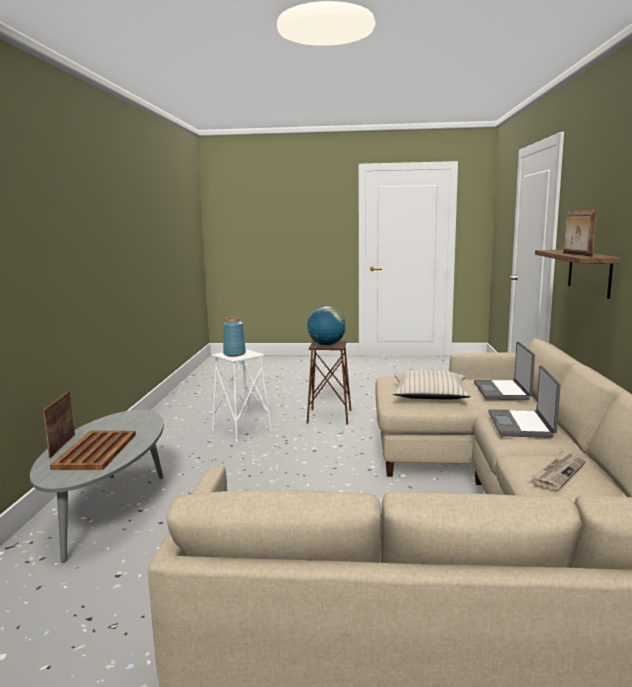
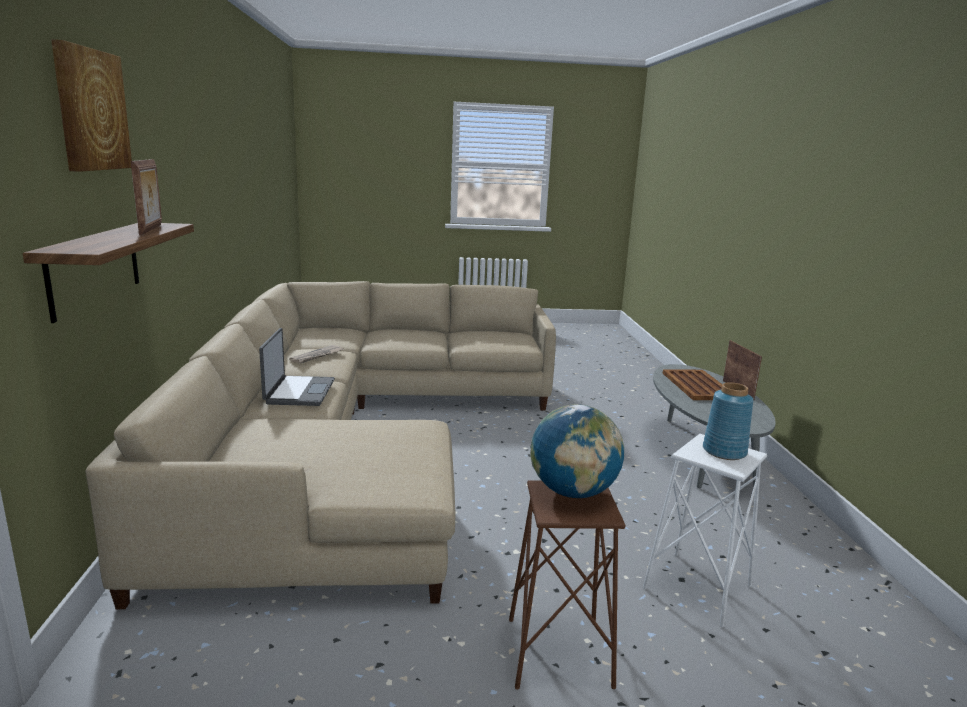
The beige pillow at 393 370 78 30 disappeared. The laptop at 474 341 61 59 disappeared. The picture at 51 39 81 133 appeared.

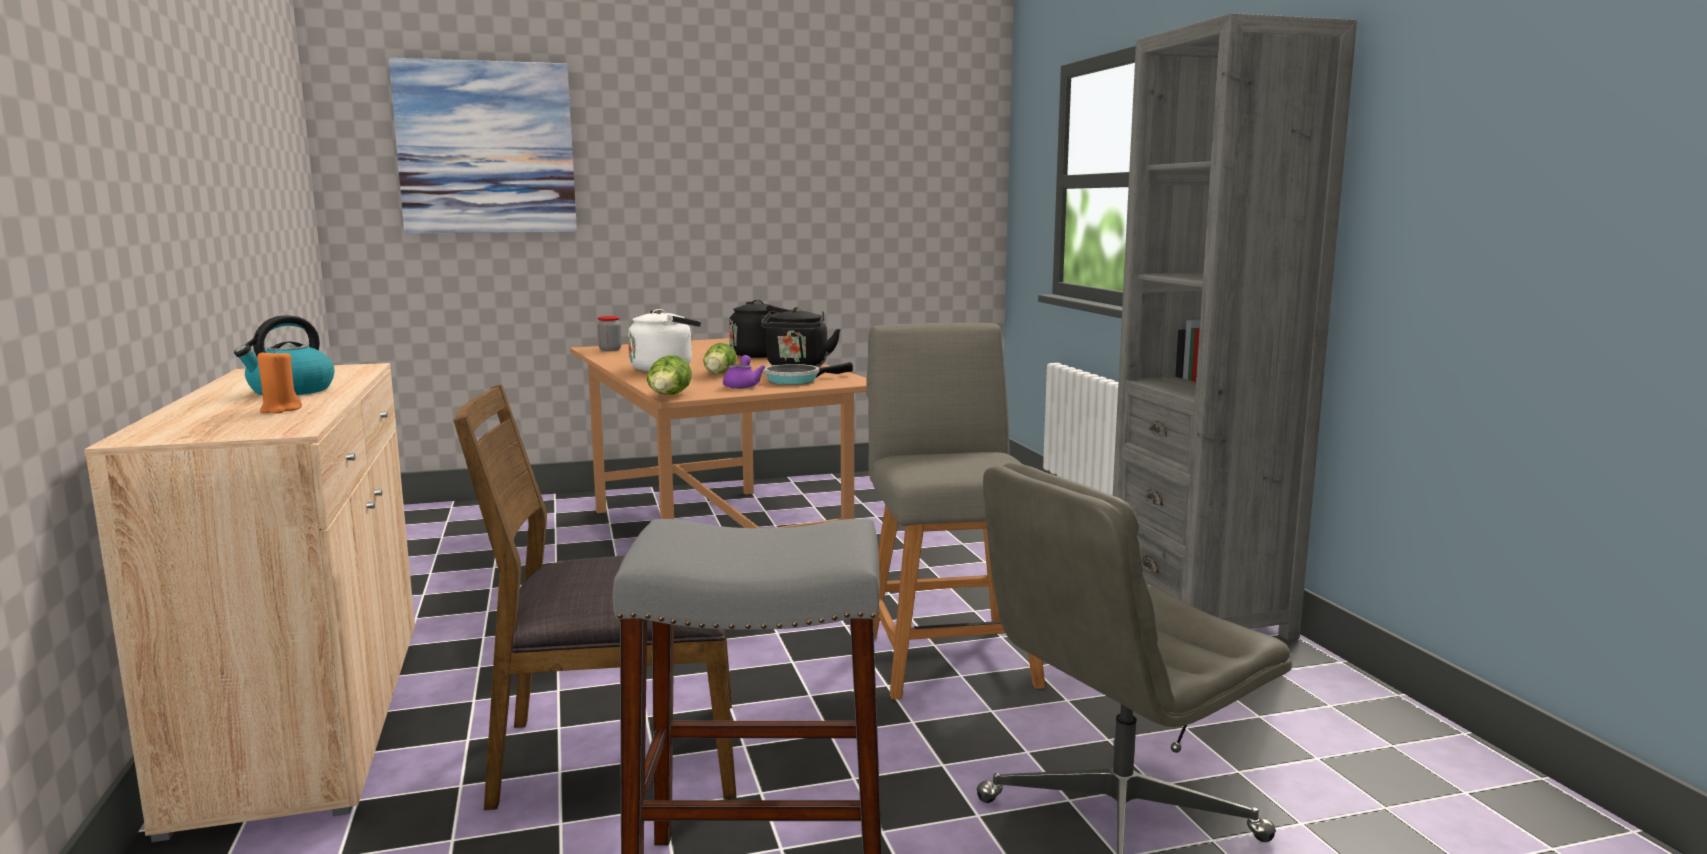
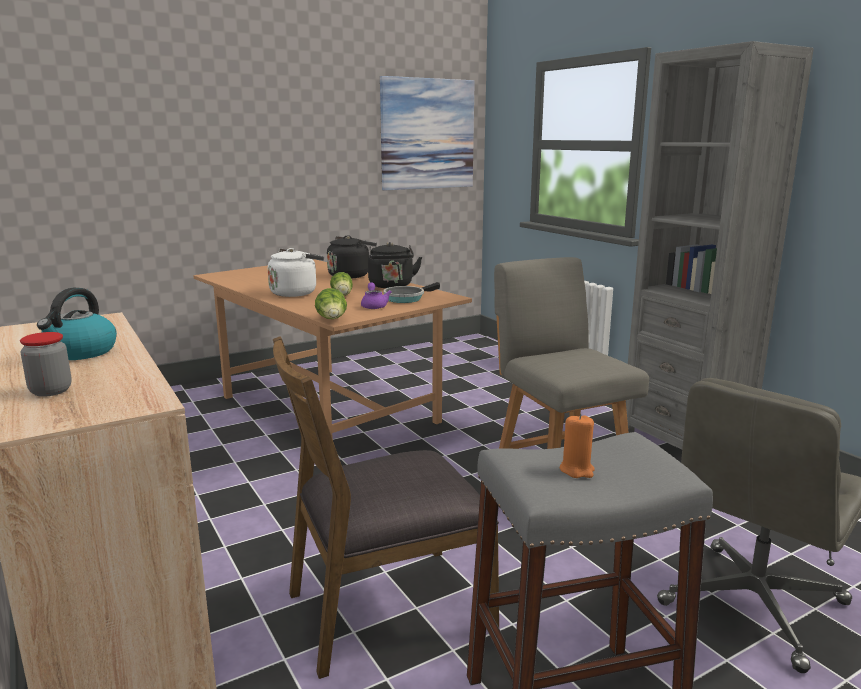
The orange candle moved from 257 348 45 66 to 560 414 35 64. The picture moved from 389 58 188 175 to 380 76 95 115. The jar moved from 597 316 25 35 to 20 332 52 65.

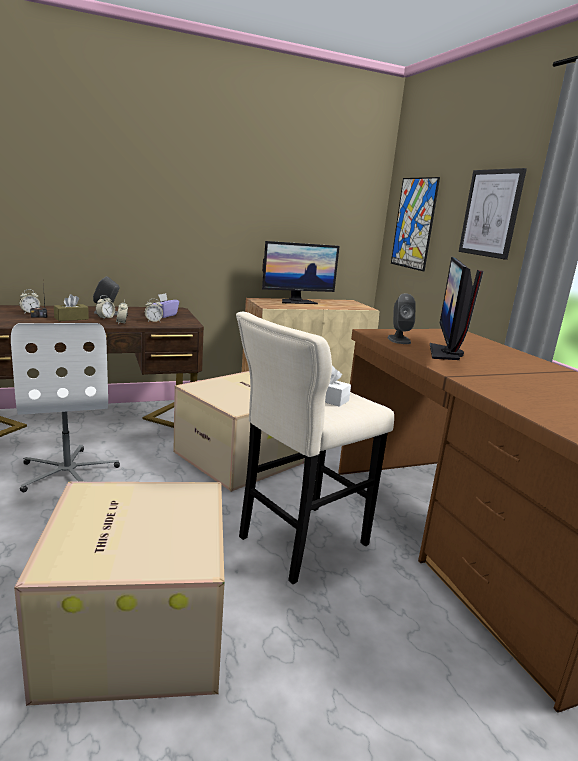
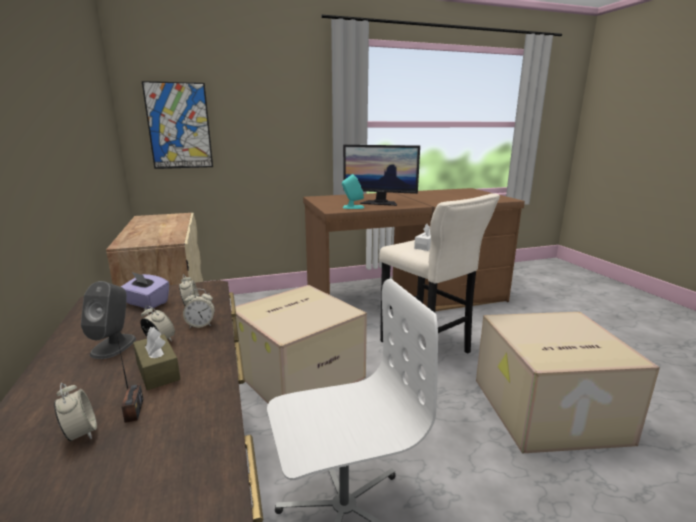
The monitor at 262 241 78 63 disappeared. The grey speaker at 387 293 29 51 became the turquoise speaker at 342 174 23 35. The picture at 459 168 68 92 disappeared.

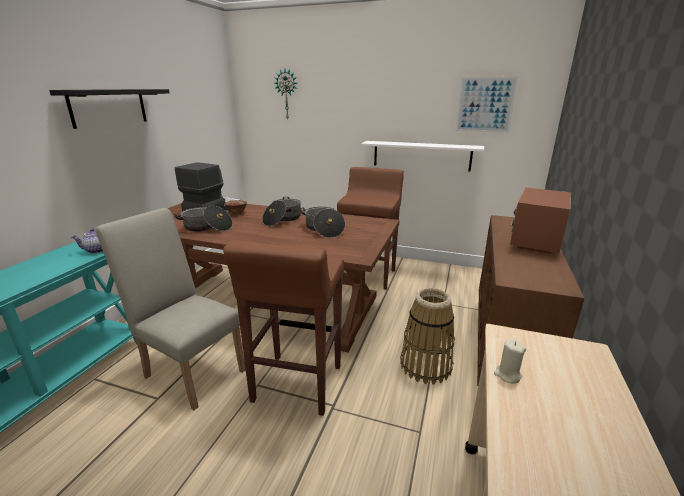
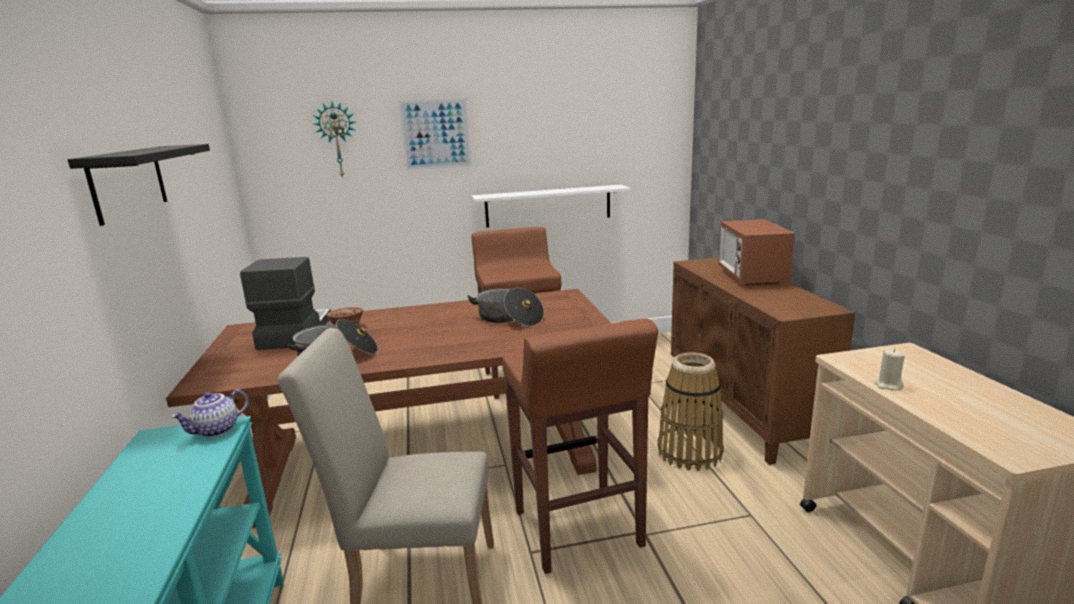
The cooking pot at 262 197 39 29 disappeared. The picture moved from 456 77 62 56 to 398 98 74 72.

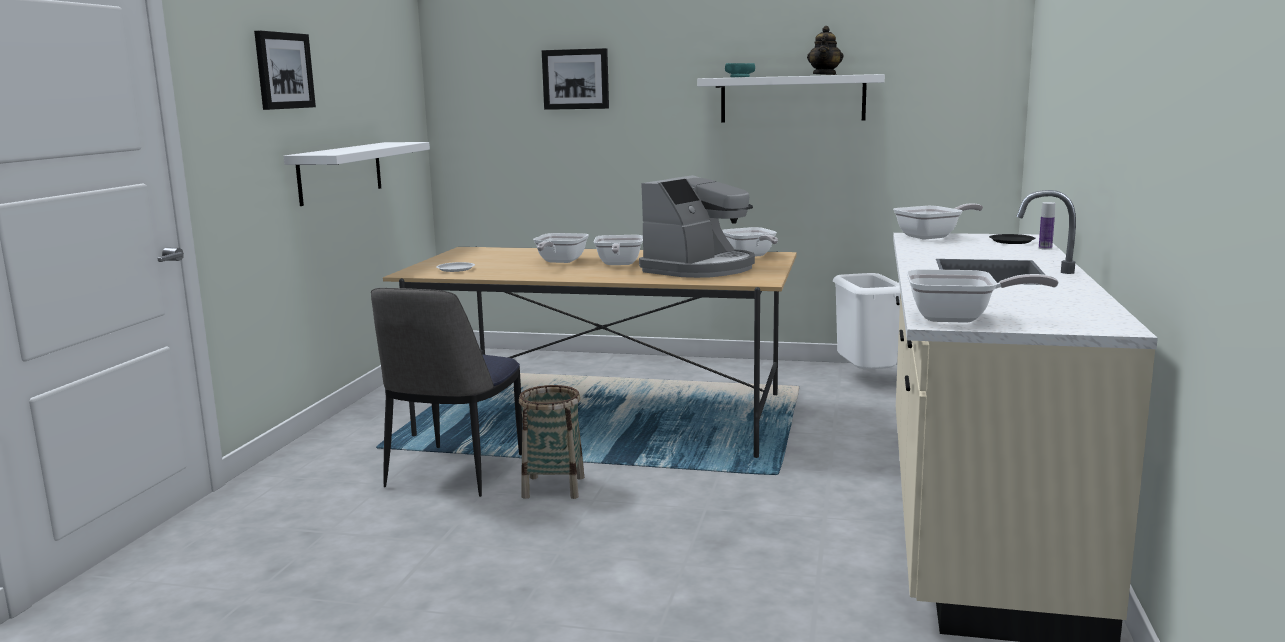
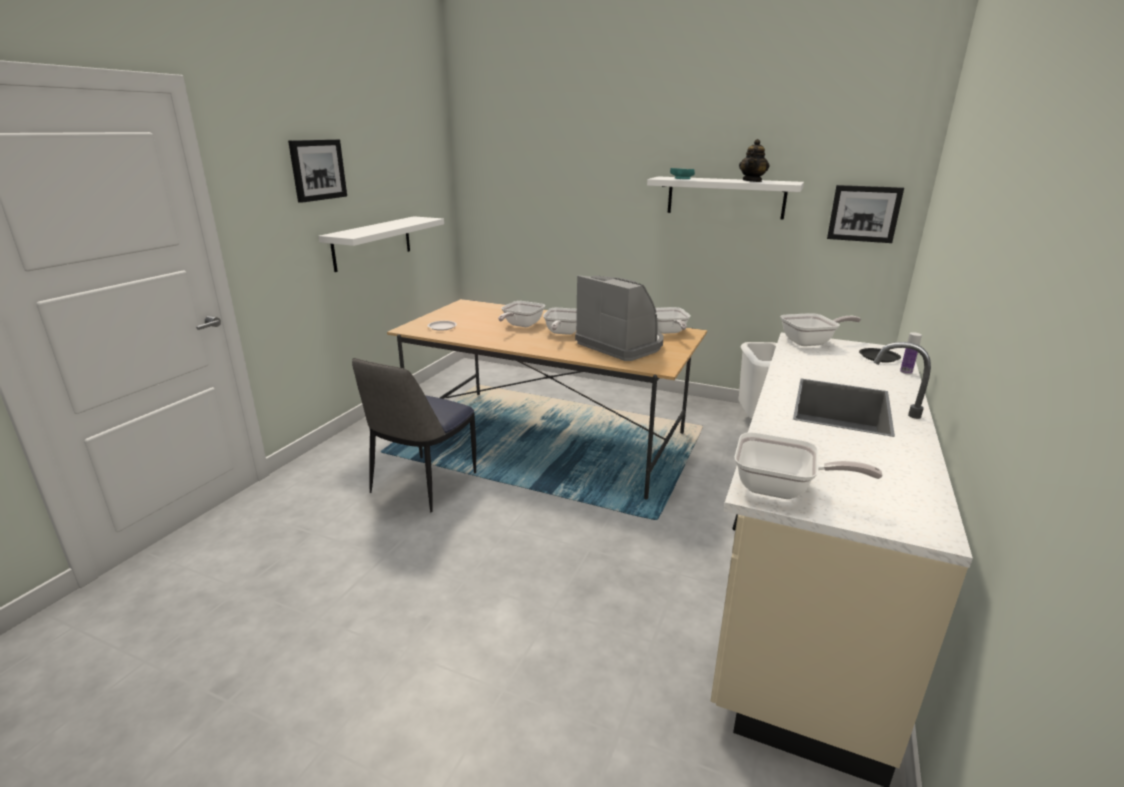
The basket at 519 385 65 114 disappeared. The picture moved from 542 48 67 62 to 827 185 77 58. The coffee machine at 639 175 116 103 turned 90 degrees counterclockwise.

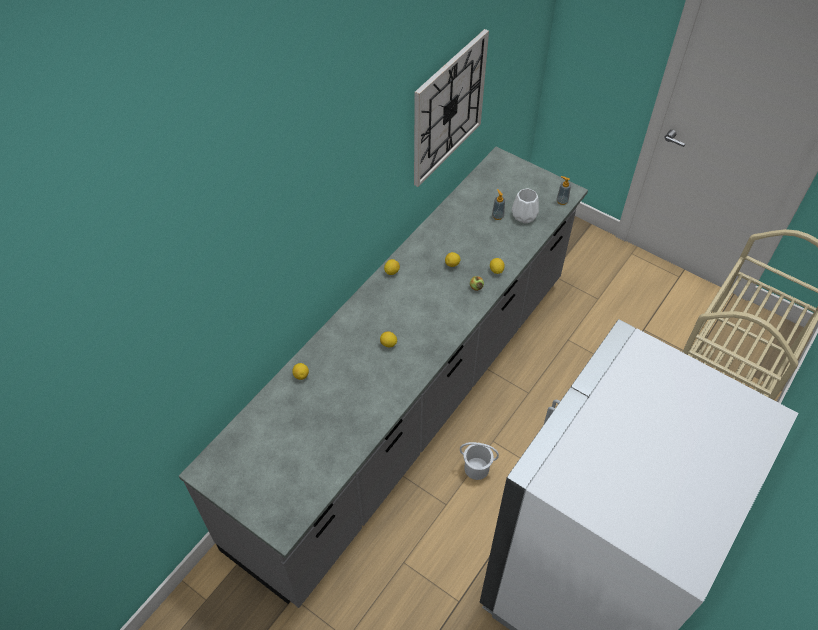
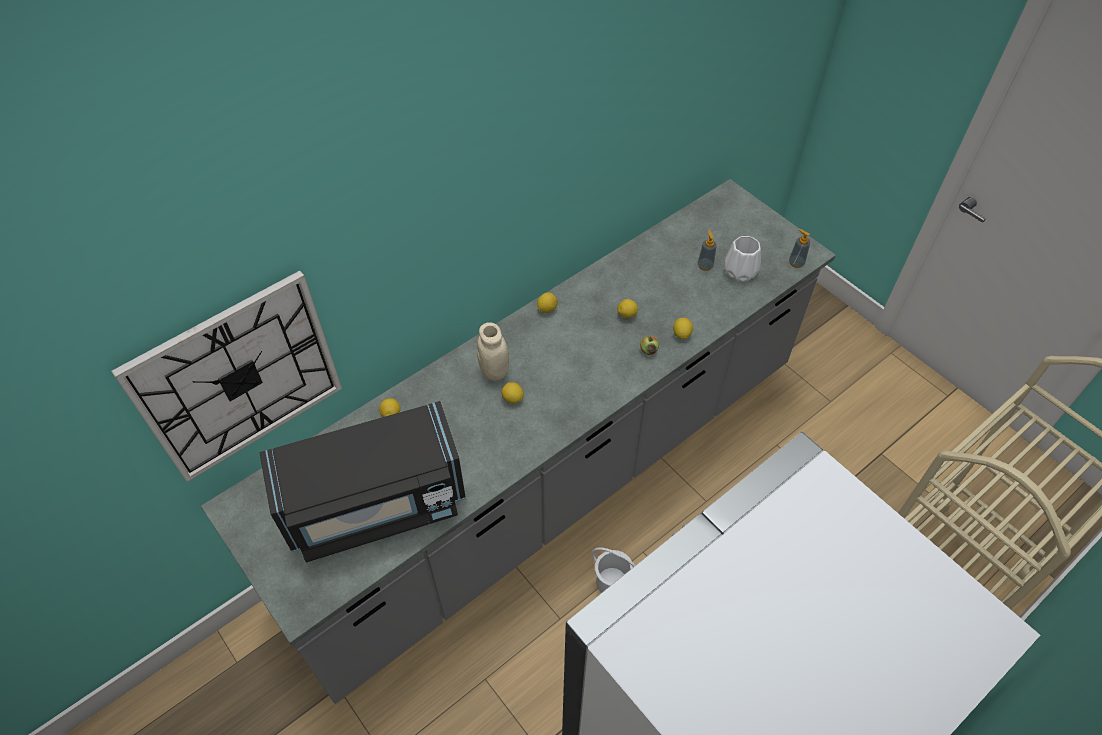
The wall clock moved from 414 29 75 158 to 111 270 231 212. The black microwave at 260 401 206 161 appeared. The beige jar at 477 322 32 59 appeared.

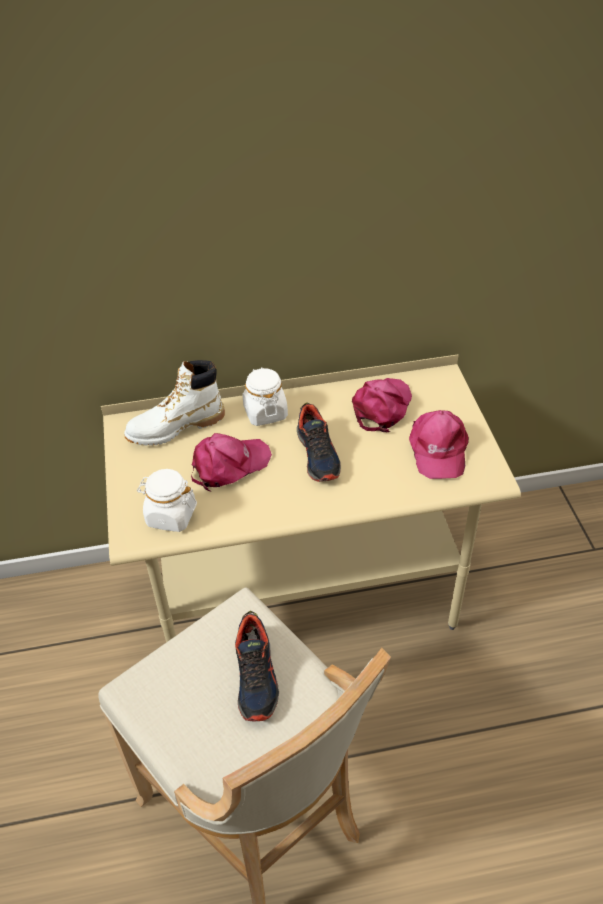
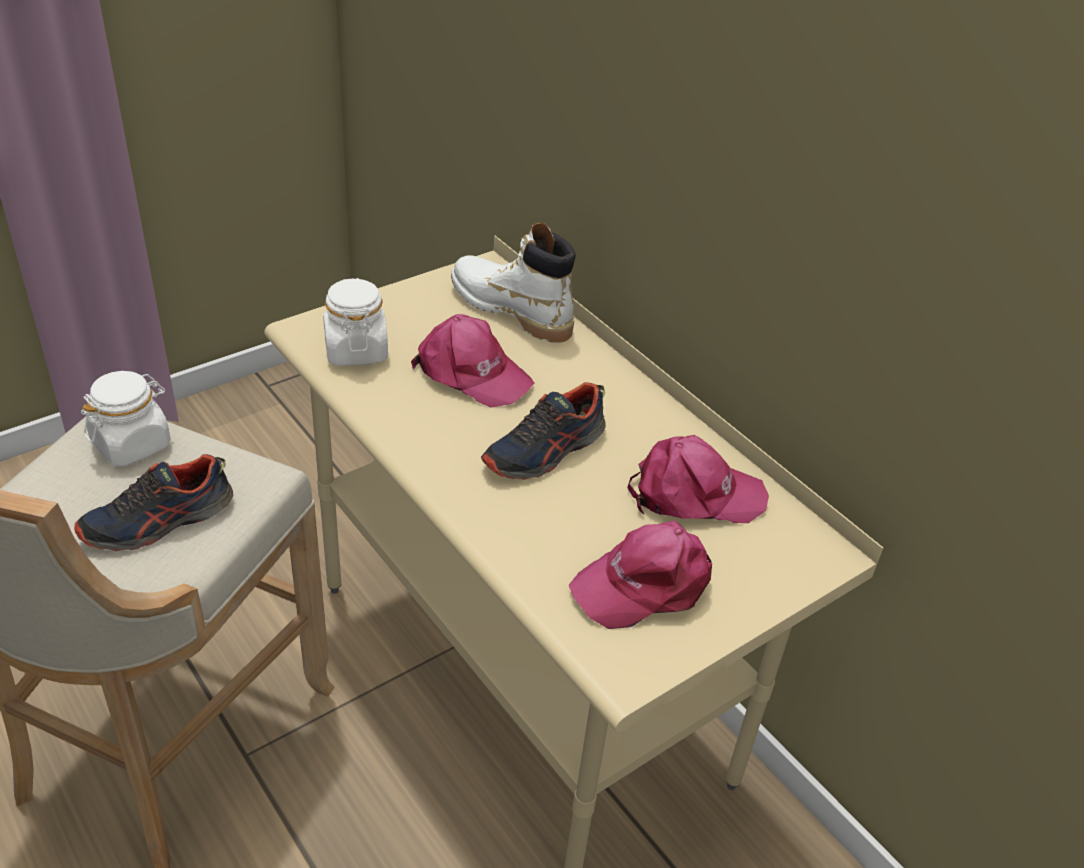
The white jar moved from 243 367 45 59 to 81 371 90 96.

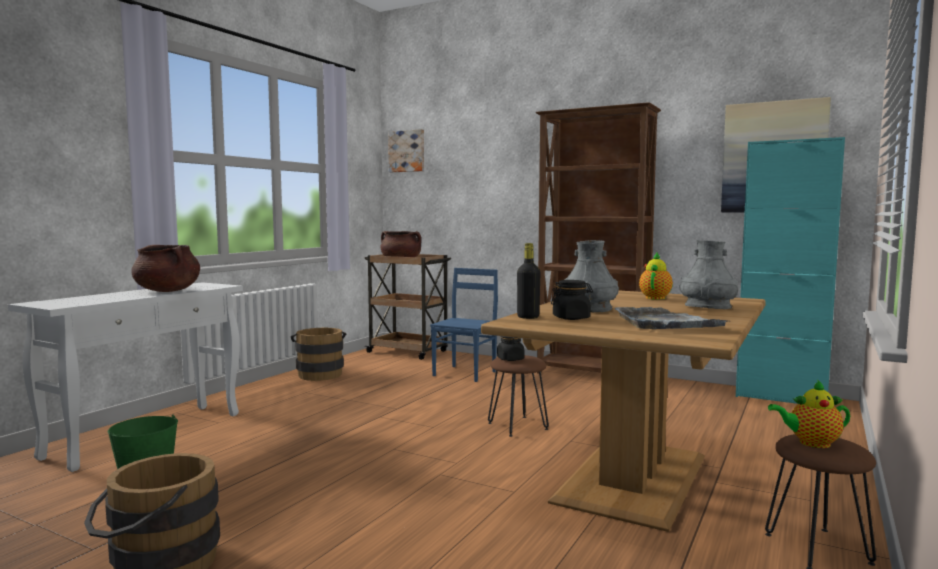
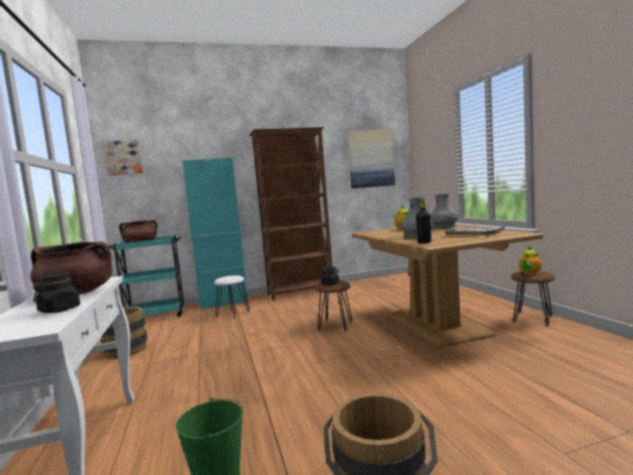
The brown cart at 364 254 87 106 became the turquoise cart at 108 235 76 82. The blue chair at 430 268 68 114 was replaced by the white stool at 214 275 36 44. The black jar moved from 551 280 42 40 to 33 273 47 40. The turquoise cabinet moved from 736 137 109 267 to 182 158 65 152.

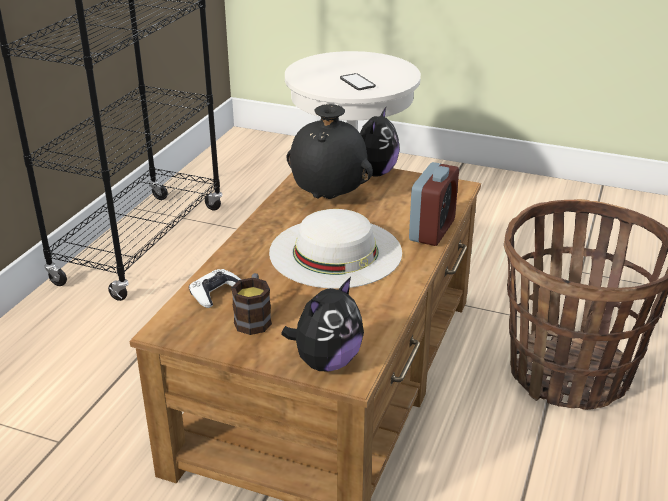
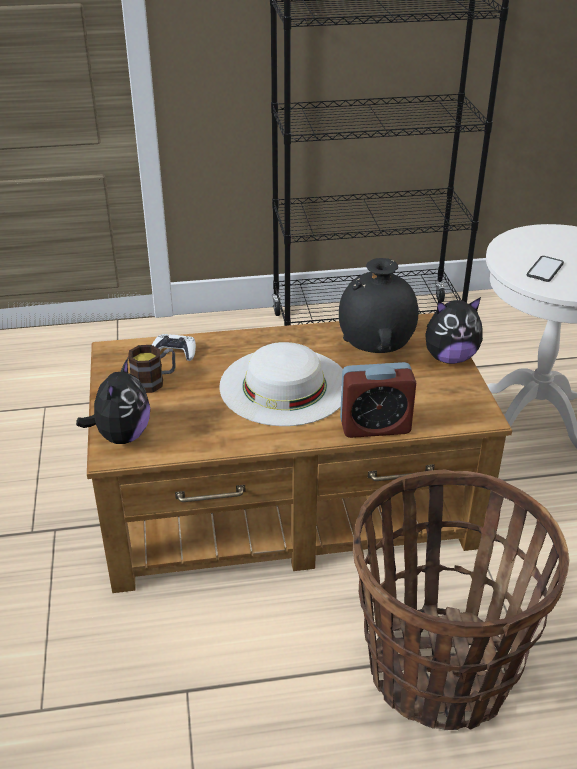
The plush toy at 282 277 82 95 turned 90 degrees counterclockwise.

